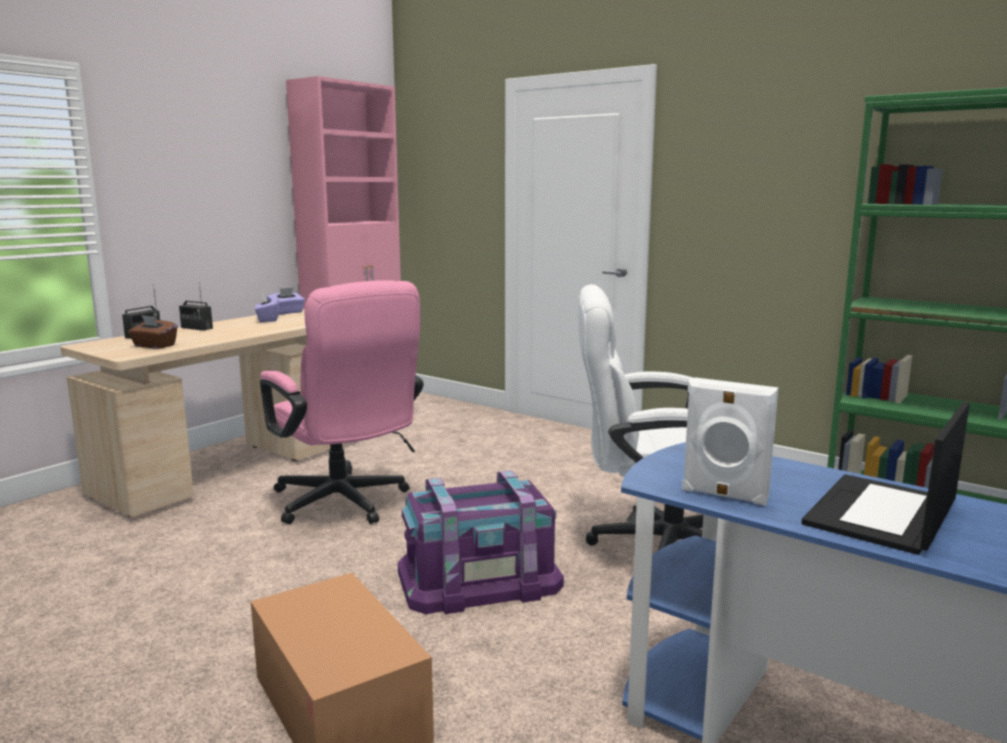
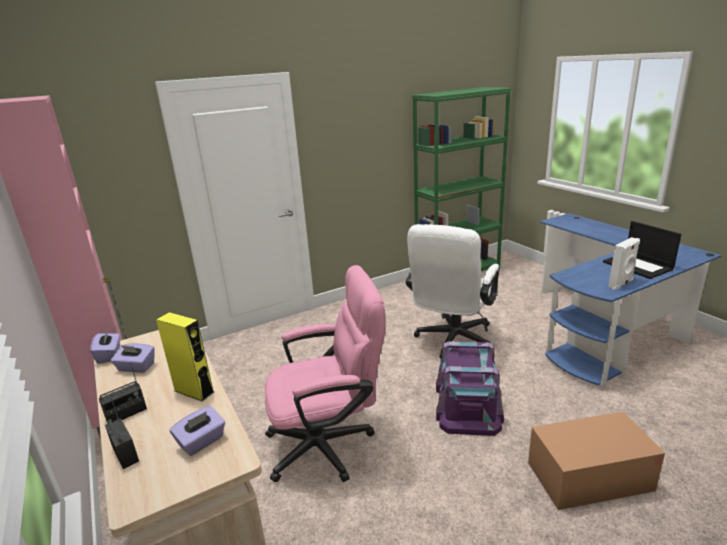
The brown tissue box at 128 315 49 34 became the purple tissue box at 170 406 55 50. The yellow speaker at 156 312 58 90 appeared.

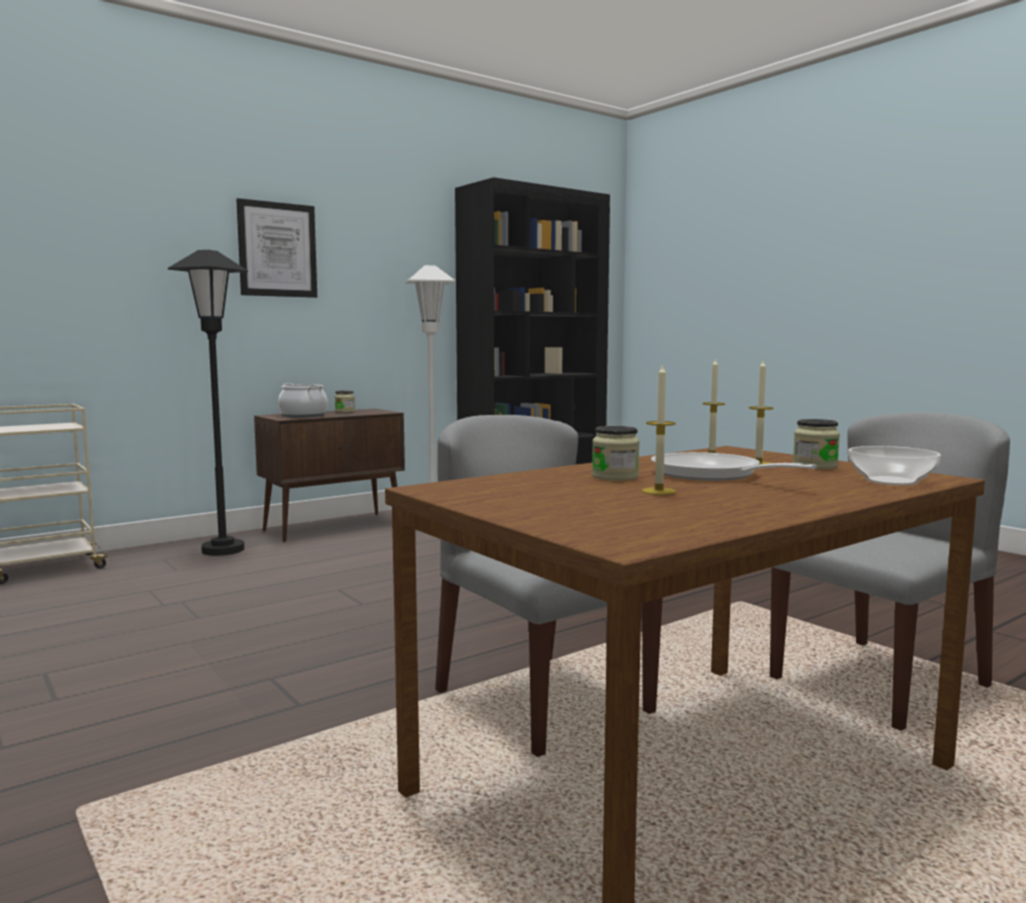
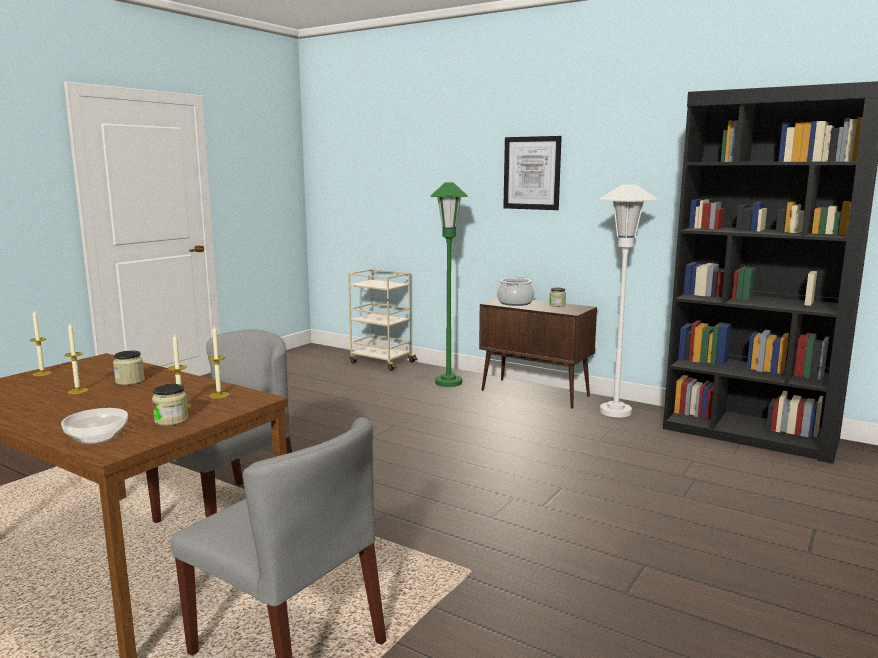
The black floor lamp at 168 250 80 306 became the green floor lamp at 431 182 37 205. The frying pan at 651 452 166 29 disappeared. The candle at 29 311 23 65 appeared.

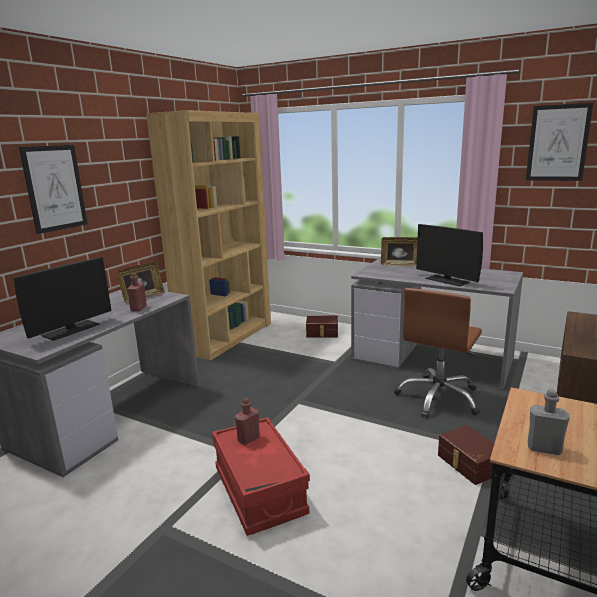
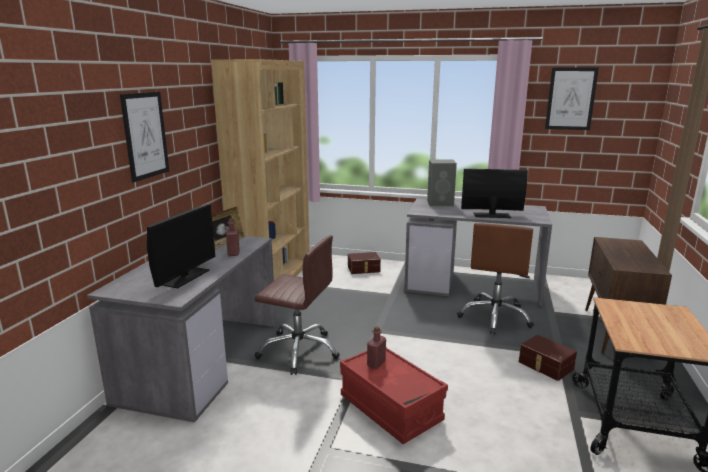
The picture frame at 381 237 37 30 was replaced by the grey speaker at 427 159 30 47. The monitor at 416 224 67 62 turned 150 degrees clockwise. The grey bottle at 528 389 42 66 disappeared. The brown office chair at 255 235 85 140 appeared.

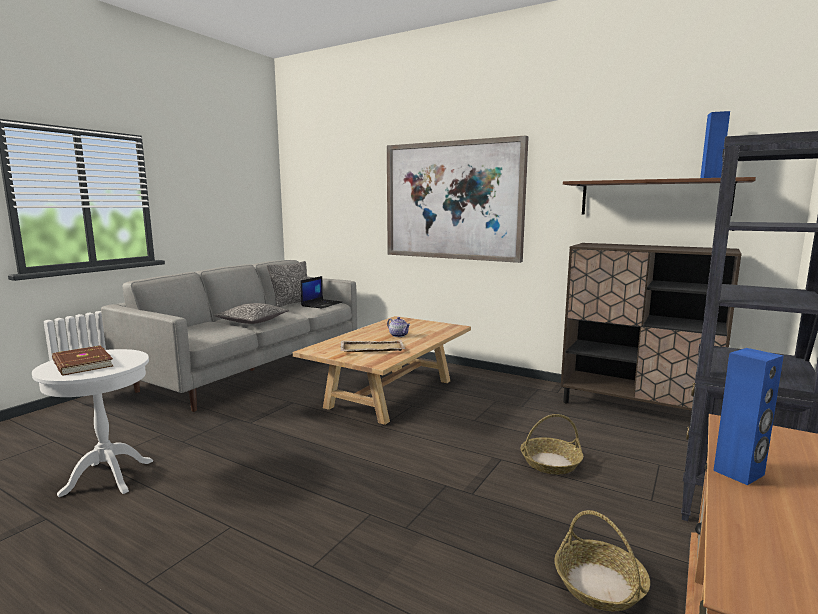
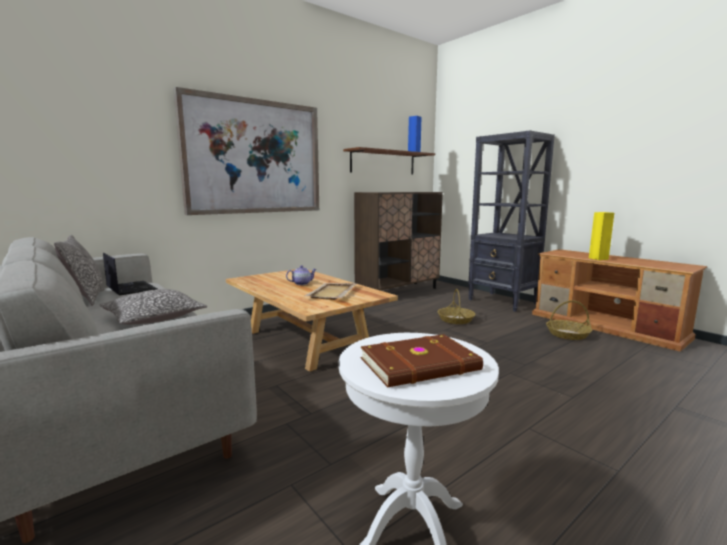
The blue speaker at 713 348 71 137 became the yellow speaker at 589 212 25 48.

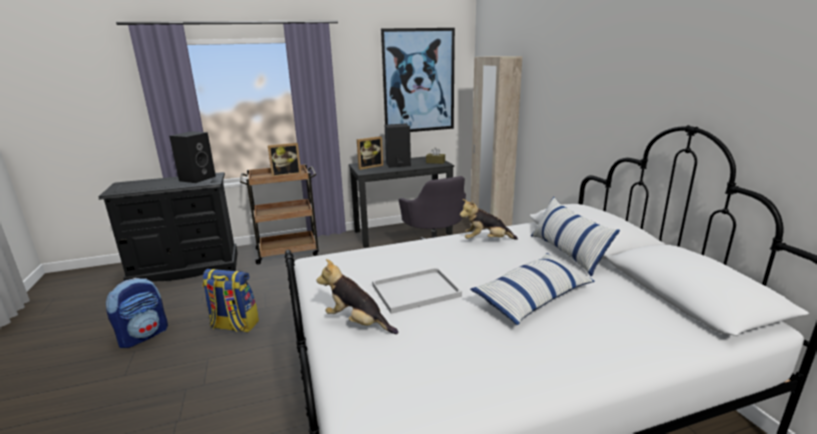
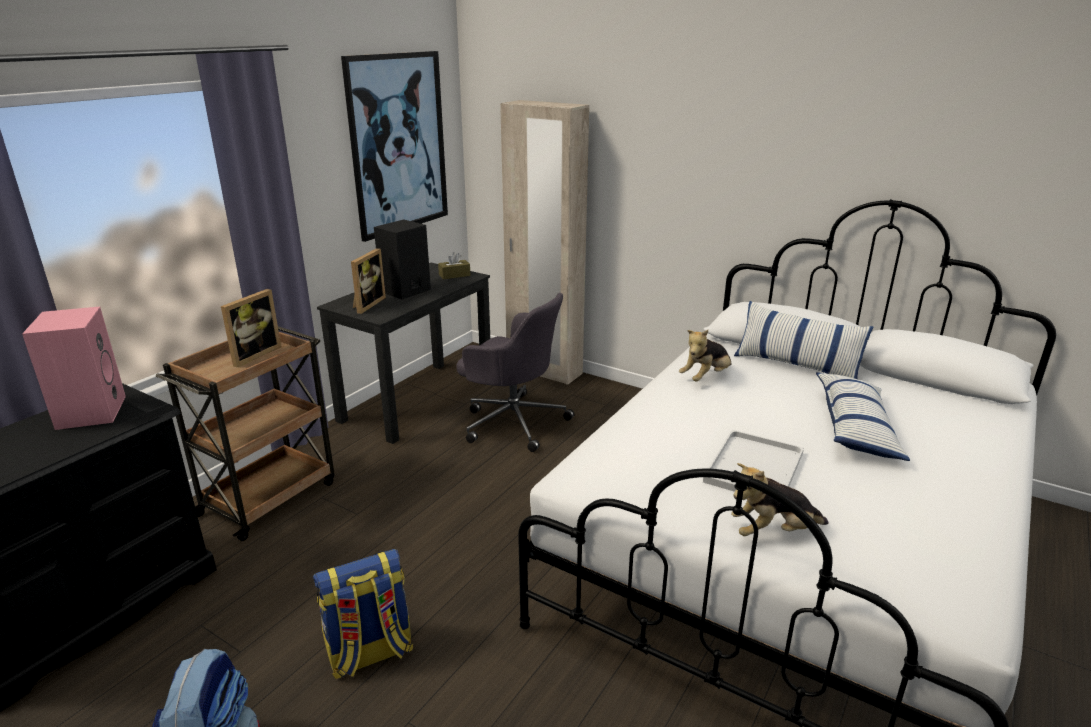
The black speaker at 169 131 47 52 became the pink speaker at 22 307 104 123.

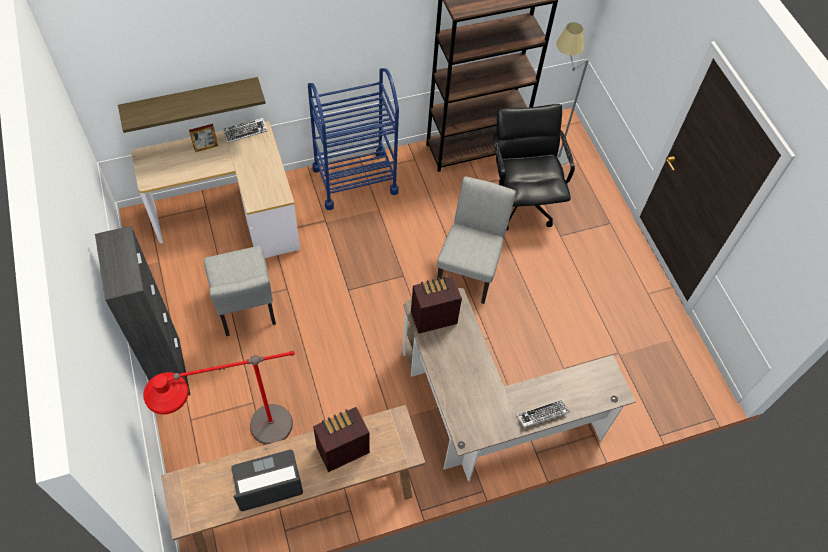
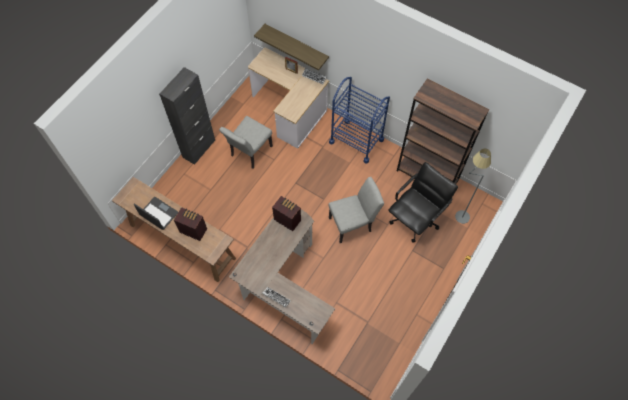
The red floor lamp at 143 351 152 94 disappeared.

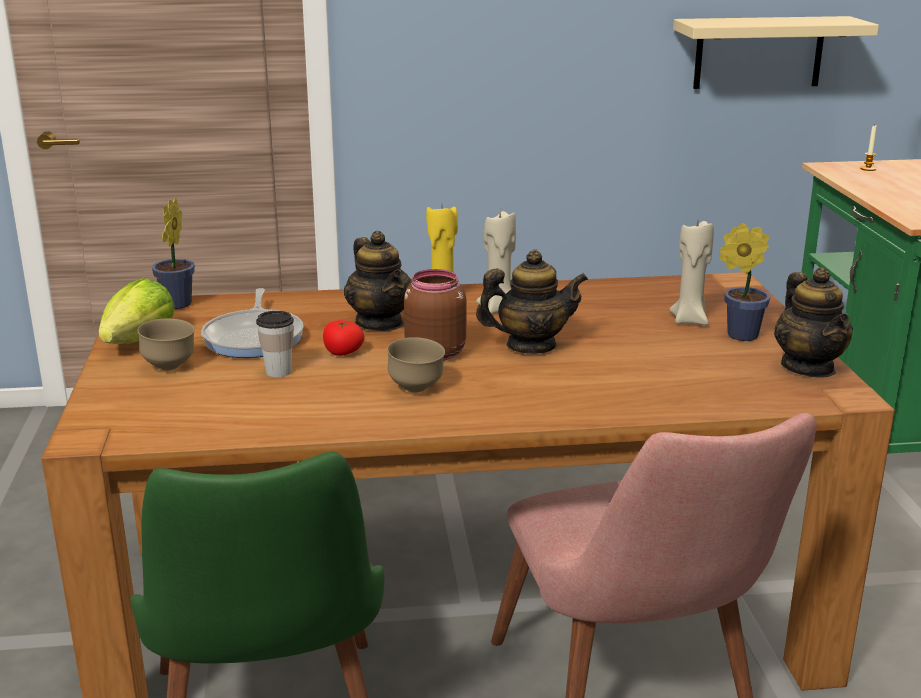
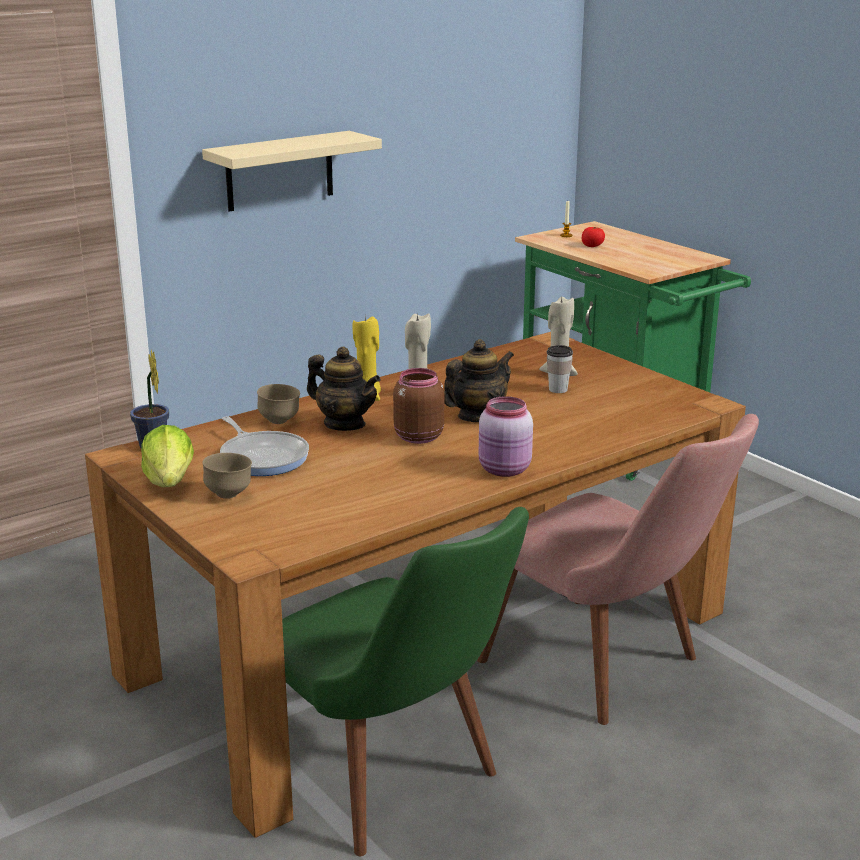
The cup moved from 256 311 38 66 to 547 345 26 48. The tomato moved from 323 320 41 36 to 582 227 23 20. The brown bowl moved from 387 337 58 56 to 257 384 43 40. The beige shelf moved from 673 16 206 73 to 202 131 180 81. The potted plant at 719 223 51 118 disappeared. The teapot at 774 267 79 110 disappeared. The pink jar at 479 396 54 81 appeared.

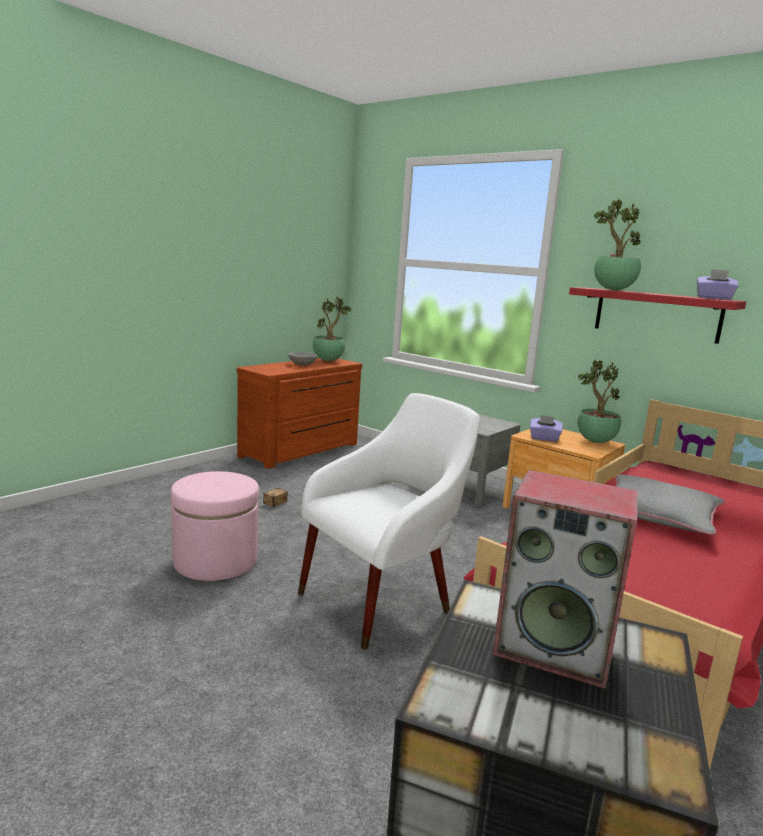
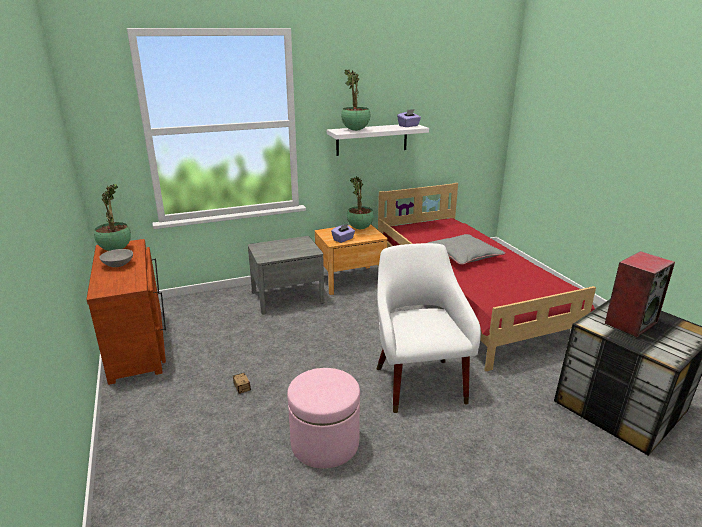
The red shelf at 569 287 177 57 became the white shelf at 327 125 102 31.

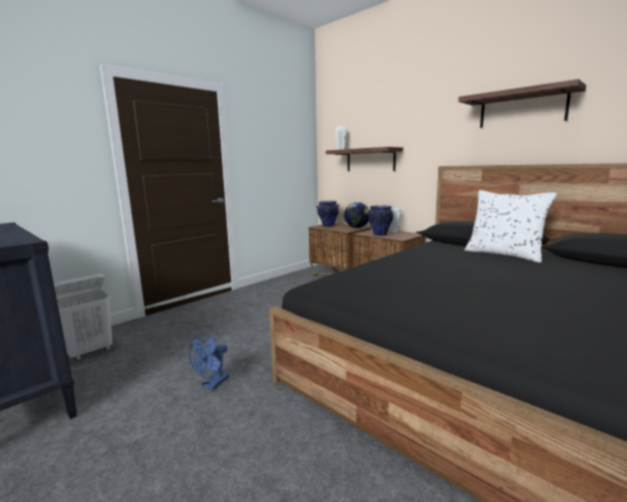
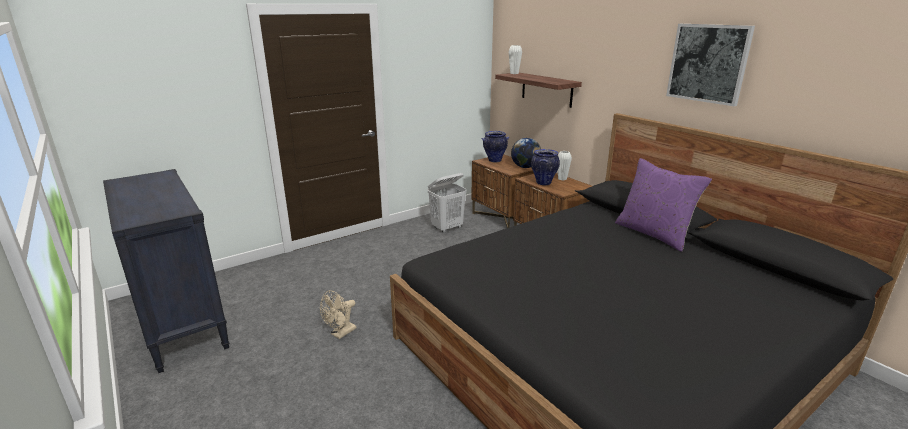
The white laundry basket moved from 54 274 58 87 to 428 173 38 60. The blue fan at 189 334 40 56 became the beige fan at 320 290 37 49. The shelf at 458 79 128 49 was replaced by the picture at 666 24 89 82. The white pillow at 465 190 92 73 became the purple pillow at 615 158 97 94.

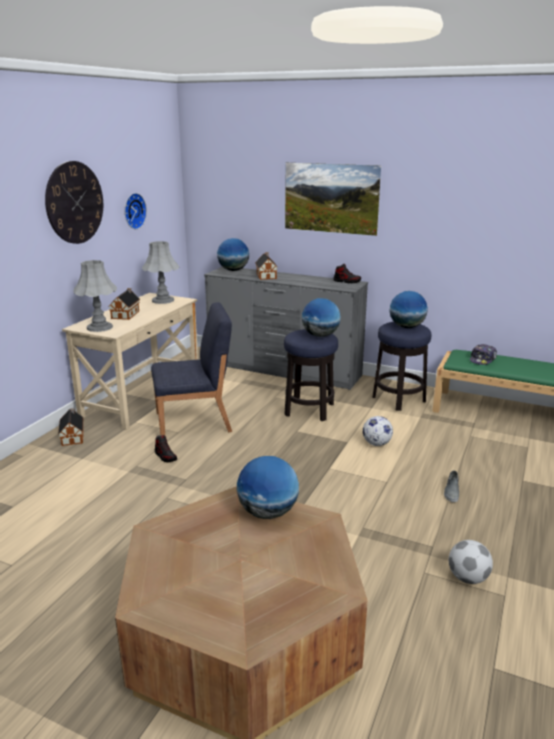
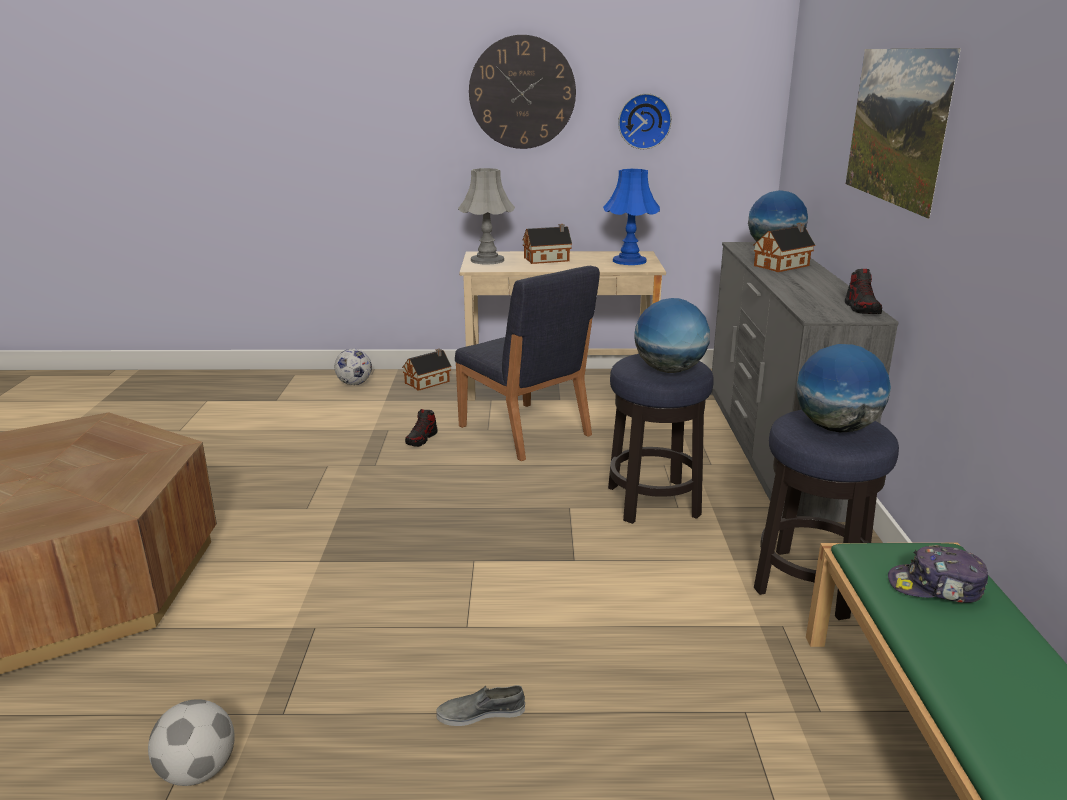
The grey table lamp at 142 241 37 63 became the blue table lamp at 603 169 57 96. The globe at 237 456 62 63 disappeared. The football moved from 363 416 30 30 to 334 349 38 36.

